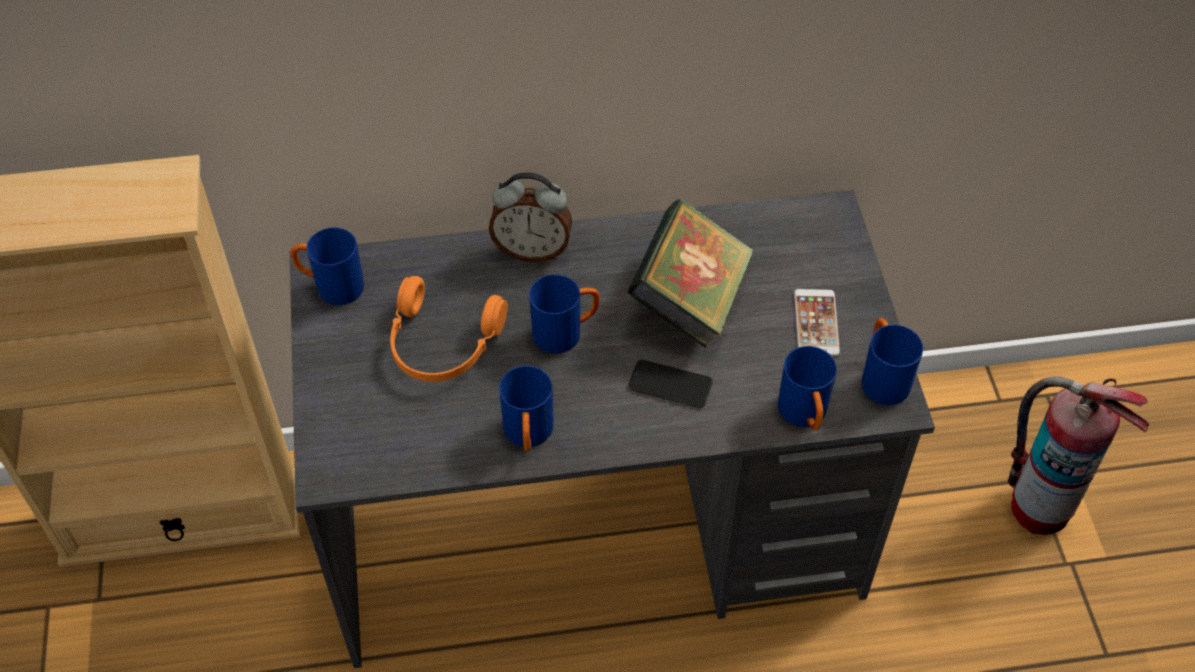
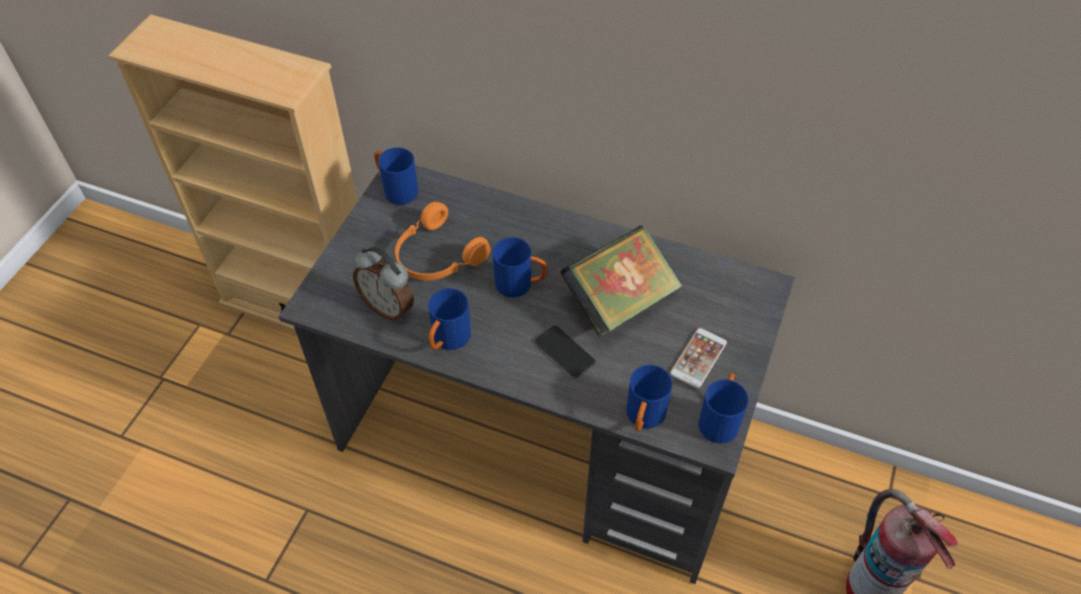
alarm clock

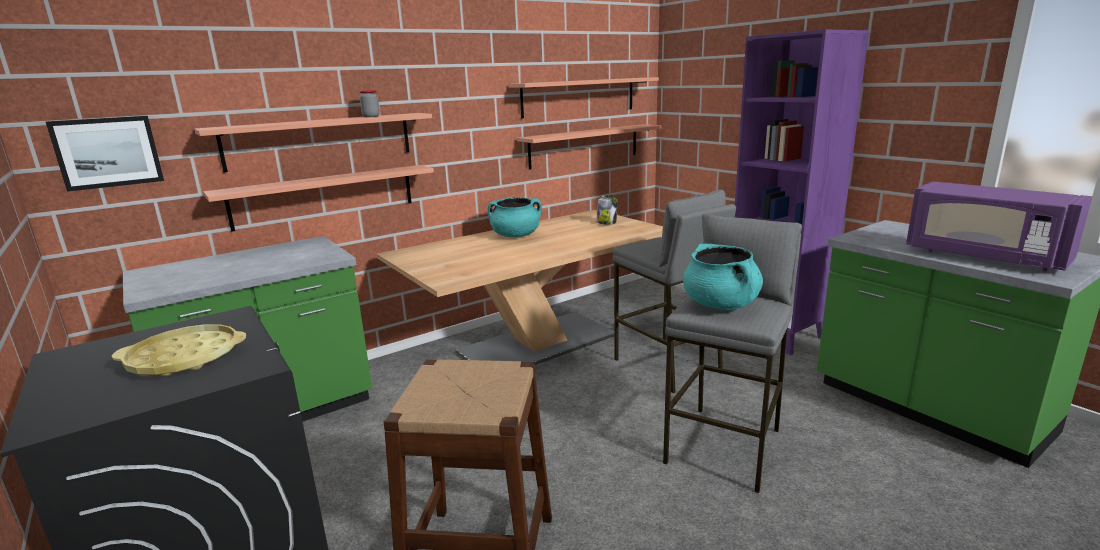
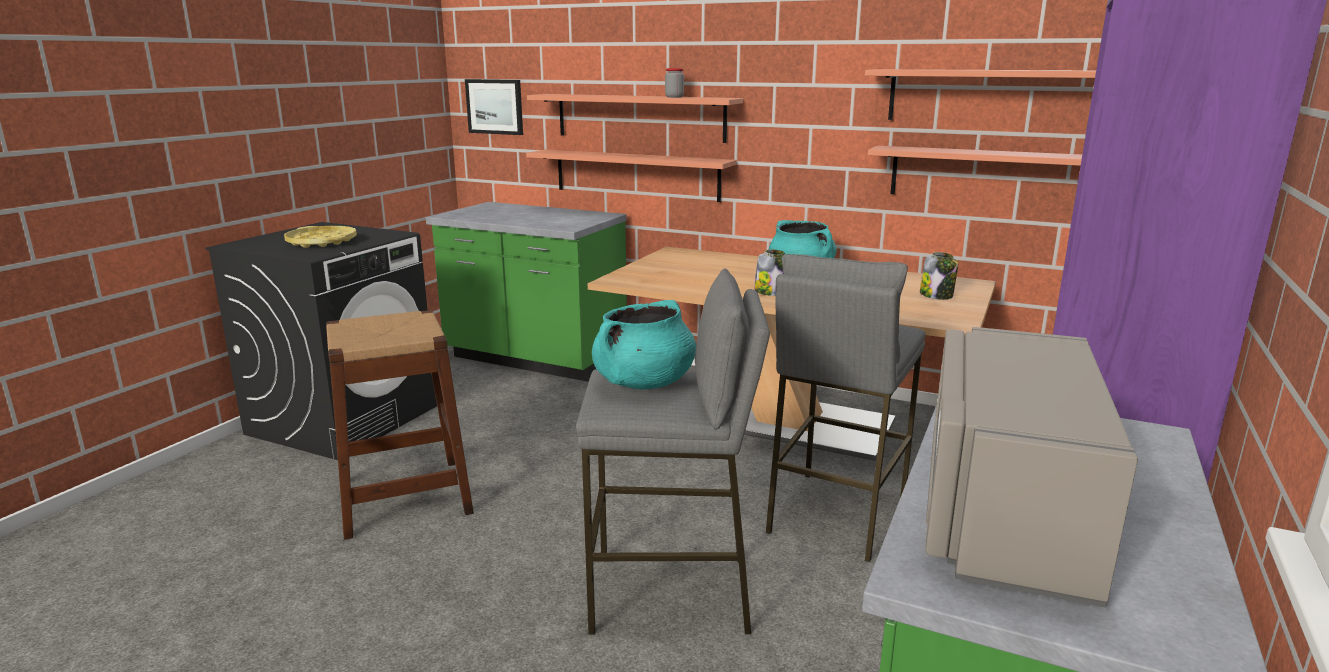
storage jar (no. 2 from left)
gray microwave oven

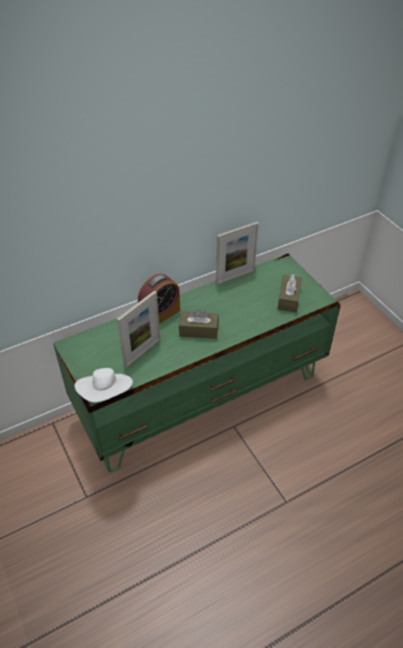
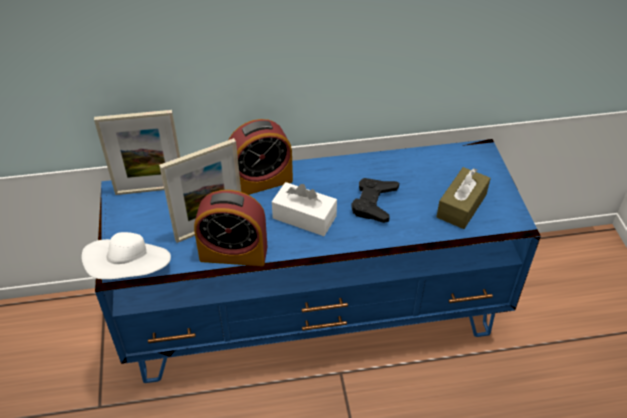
alarm clock (no. 1 from left)
black game controller
standing frame (no. 1 from left)
bluish tv unit
white-coloured tissue holder

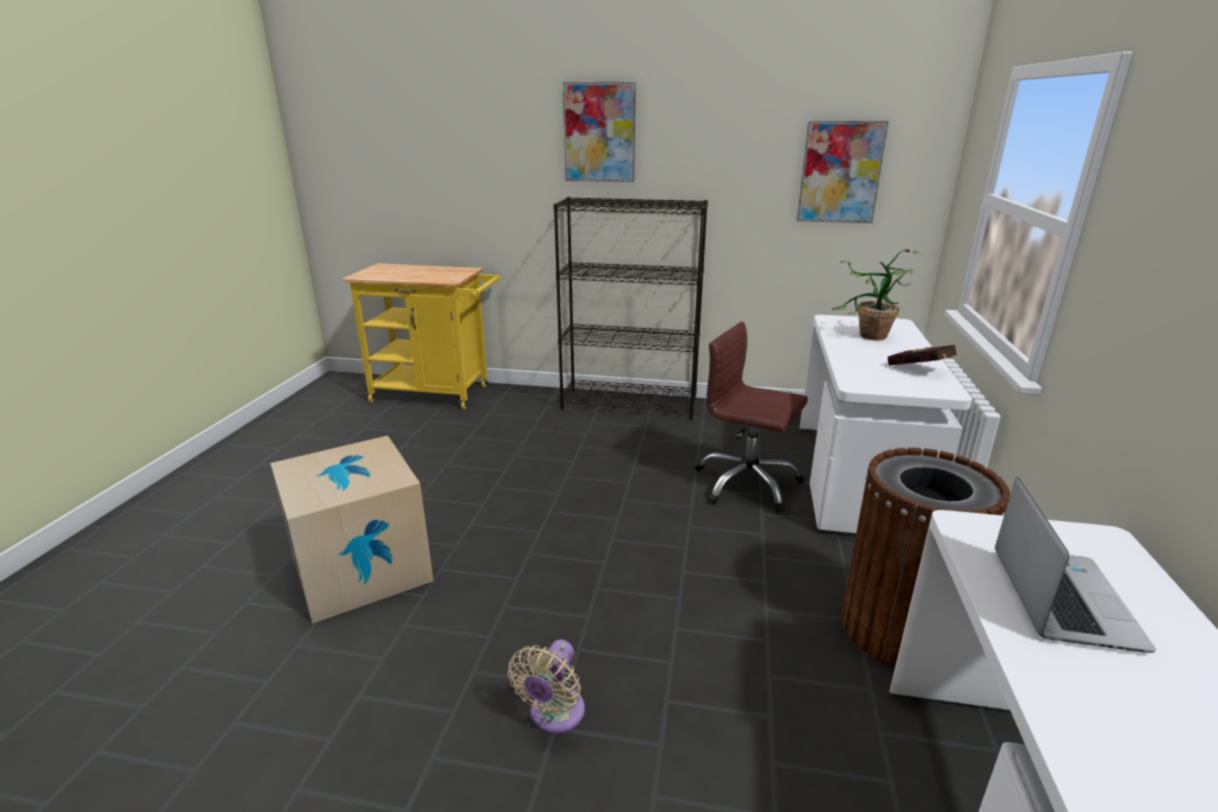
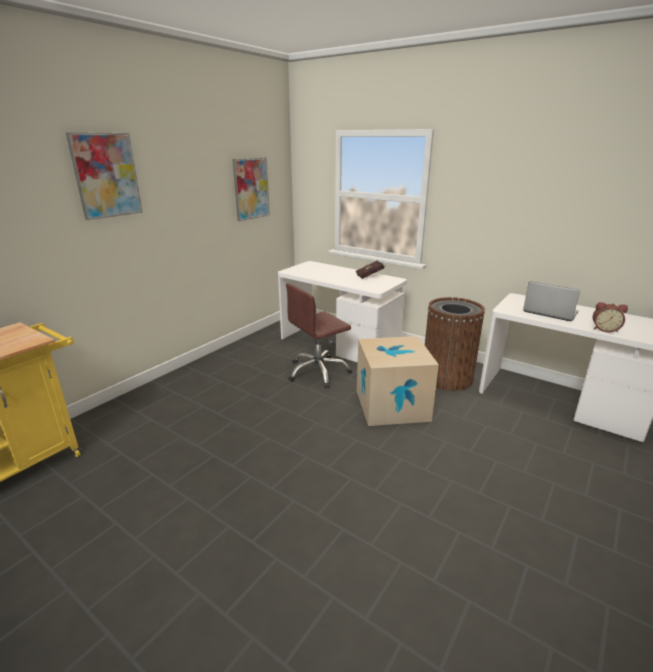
beige-coloured fan
black bookcase
houseplant
alarm clock
carton

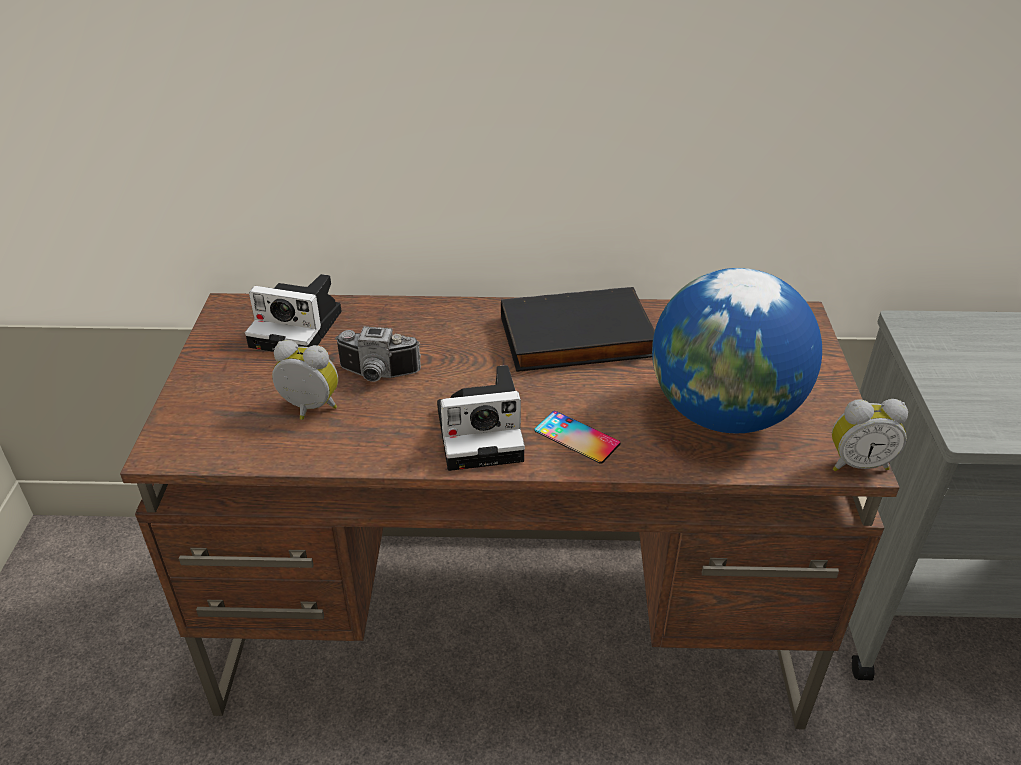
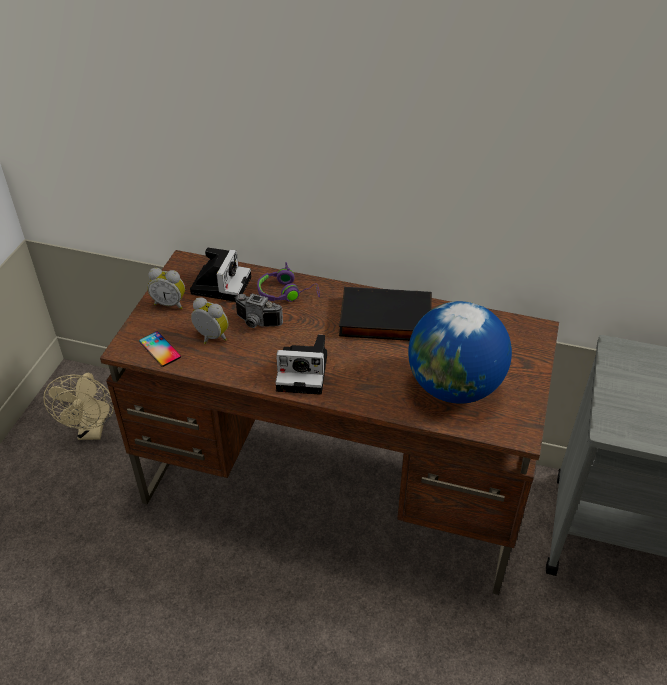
beige-coloured fan
purple-coloured pair of headphones
handset
alarm clock (no. 1 from left)
photo camera (no. 1 from left)

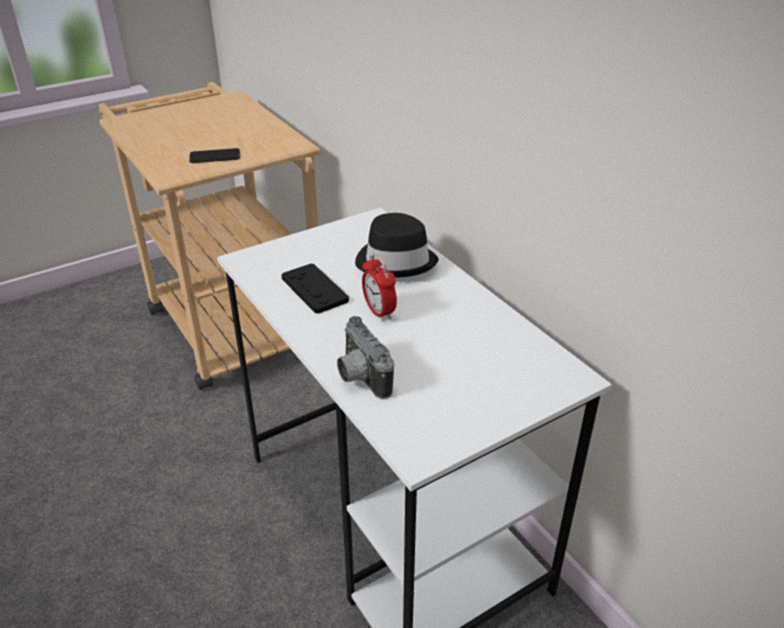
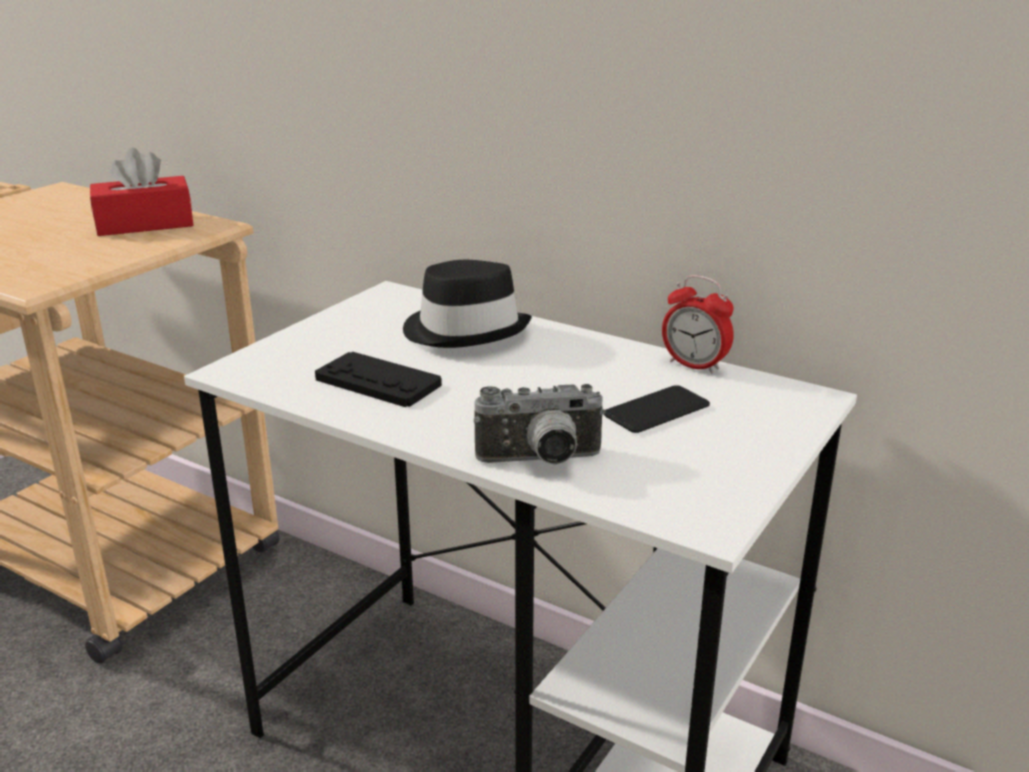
red-coloured tissue holder
handset
alarm clock
photo camera

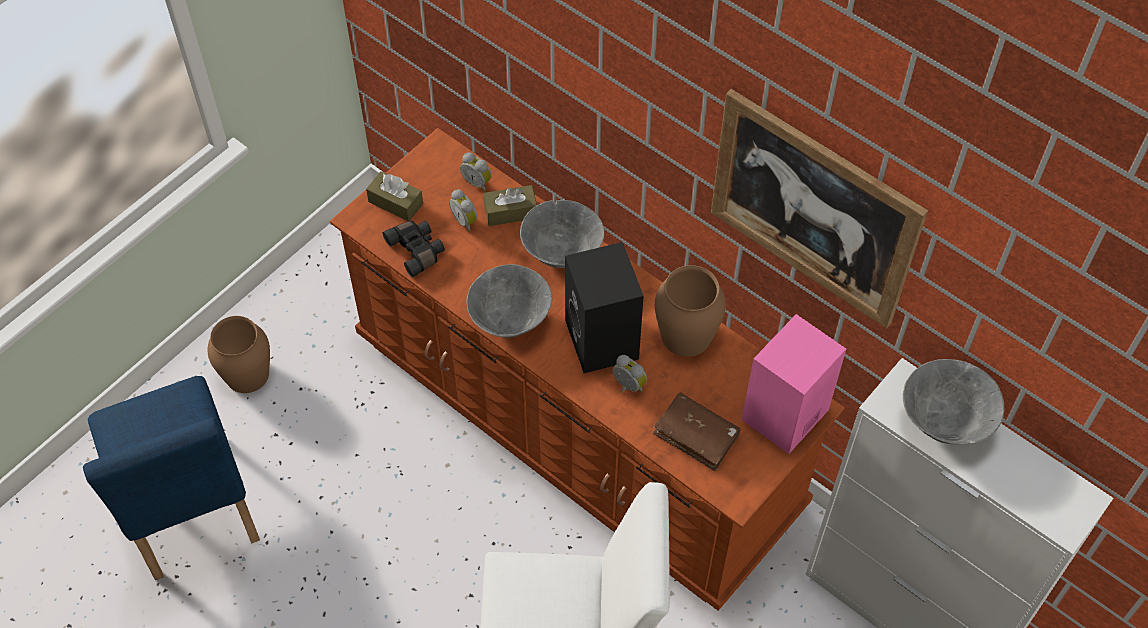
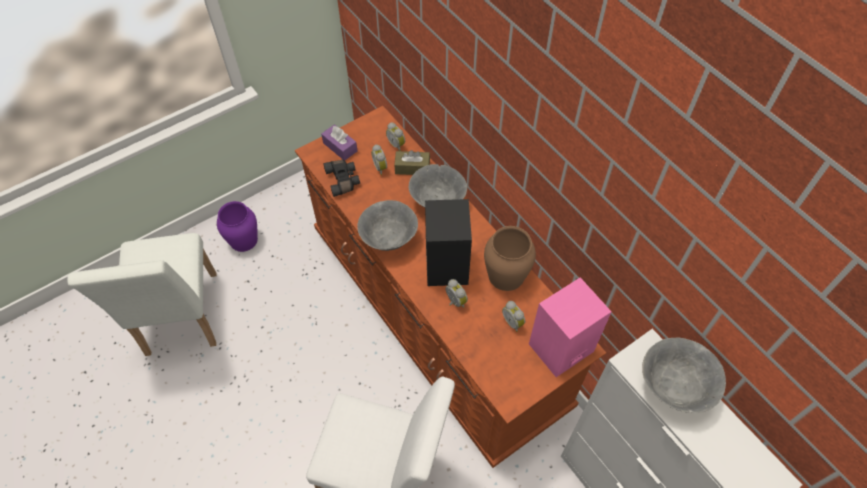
brown-coloured bound book
wall art
alarm clock (no. 4 from left)
white-coloured chair (no. 1 from left)
purple-coloured decorative vase
purple-coloured tissue holder

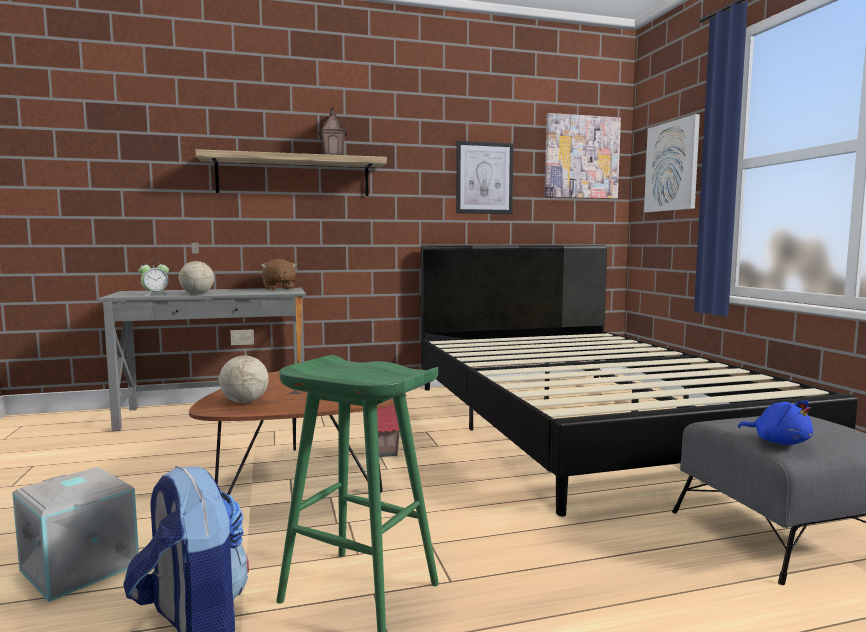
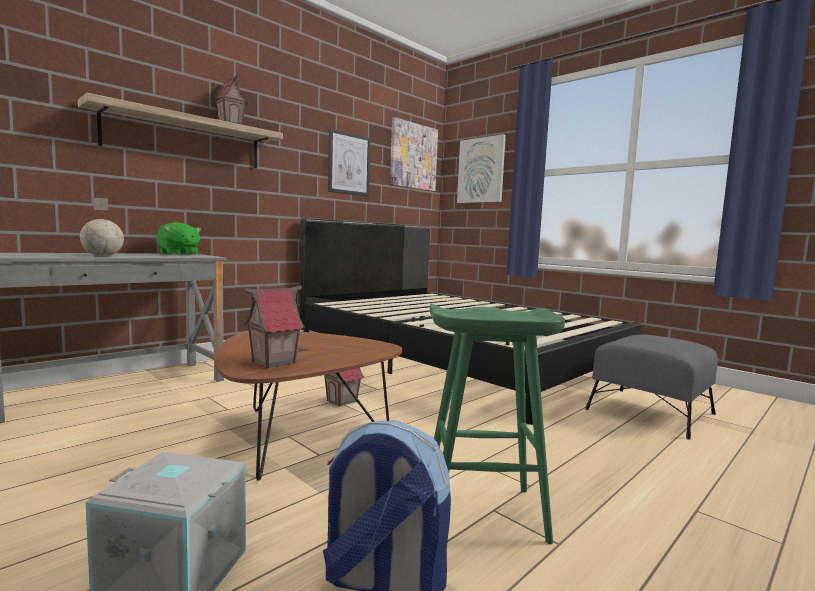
alarm clock
bluish plush toy
model house (no. 2 from left)
green-coloured plush toy

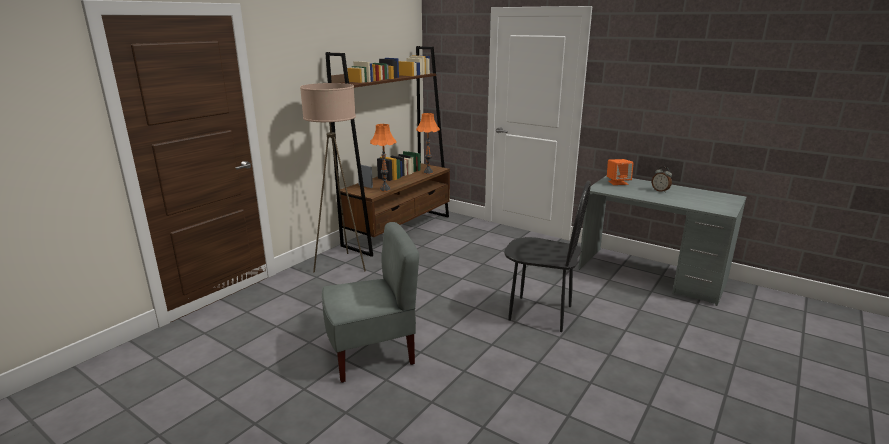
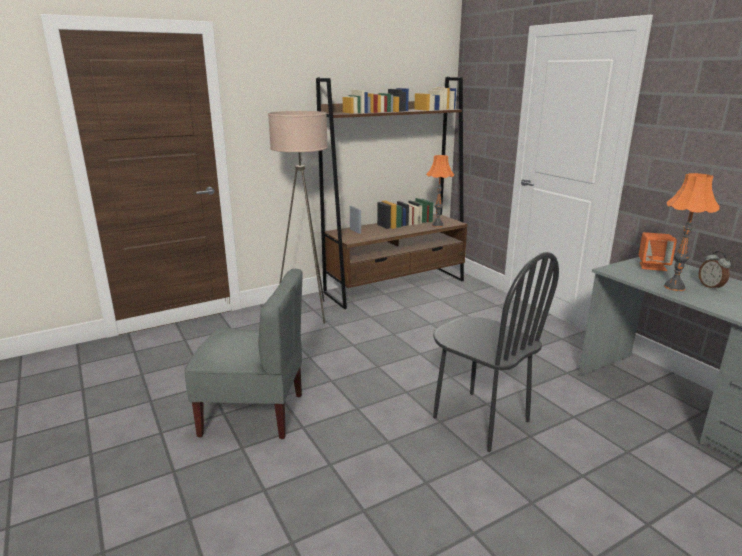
orange-coloured tabletop lamp (no. 2 from left)

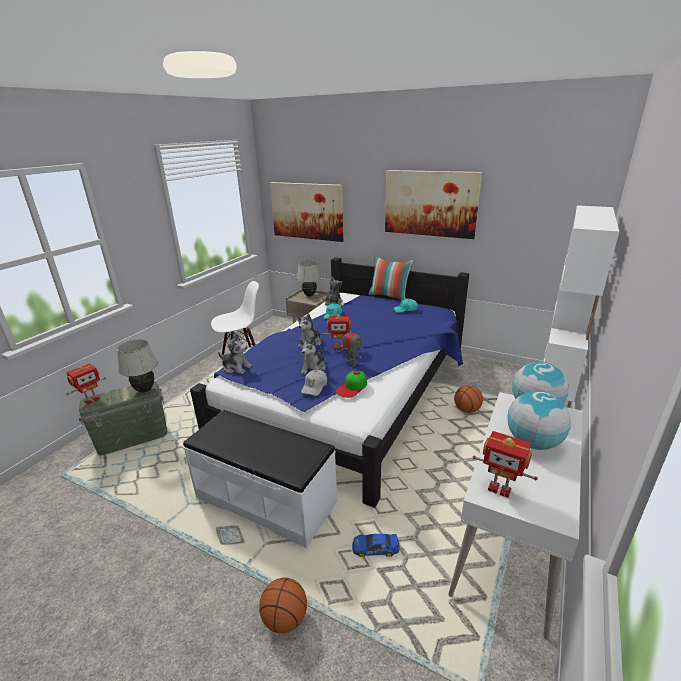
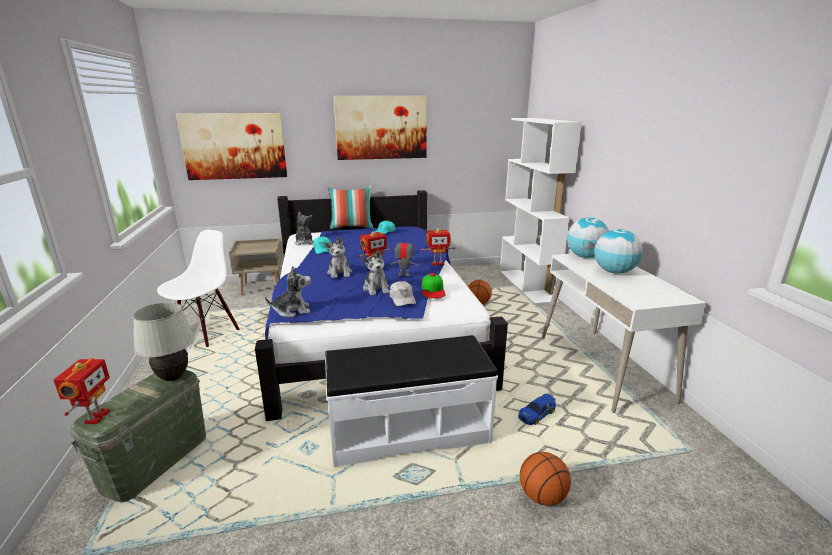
white-coloured tabletop lamp (no. 2 from left in the first image)
robot figure (no. 4 from left)

